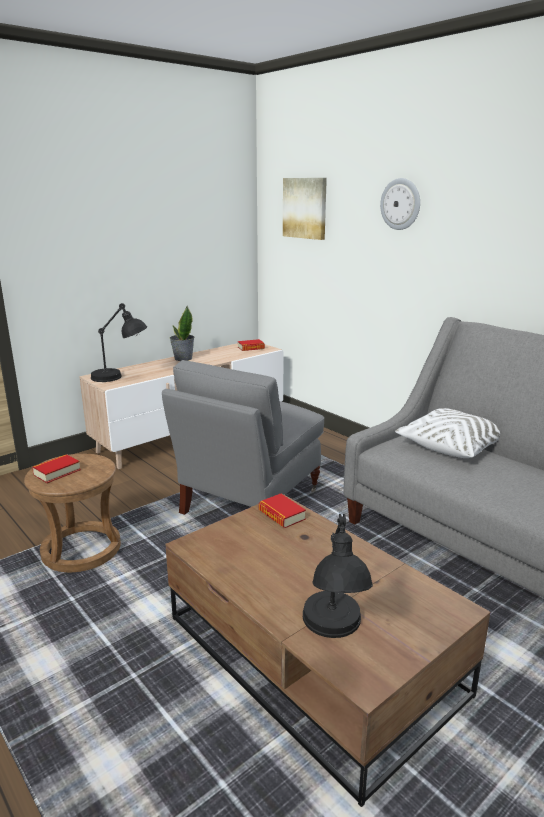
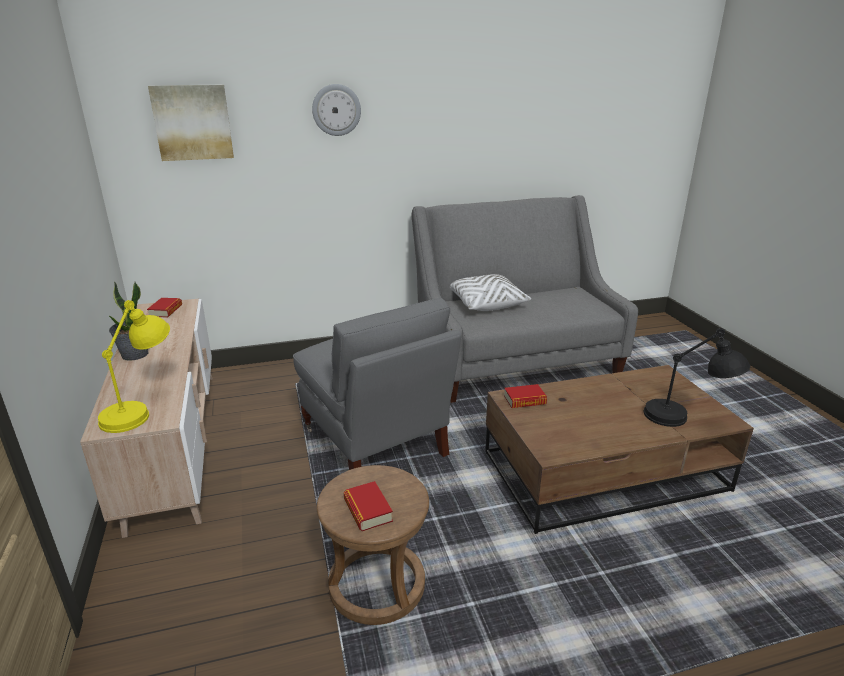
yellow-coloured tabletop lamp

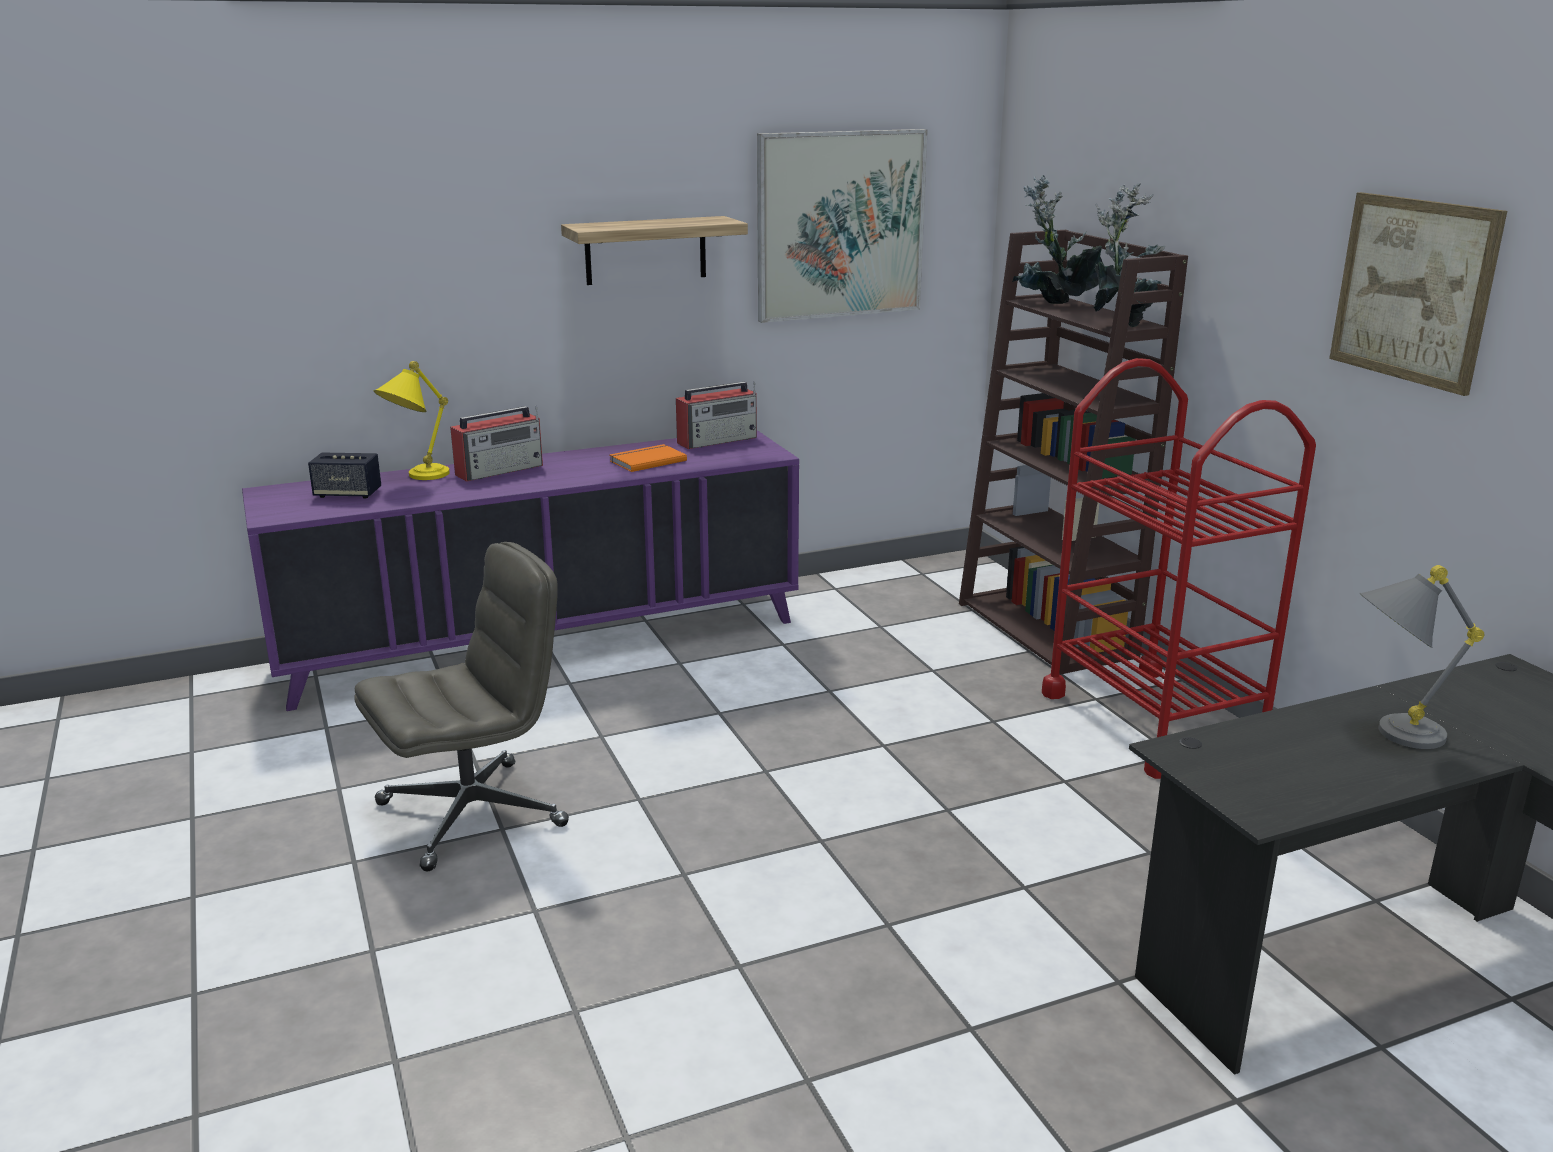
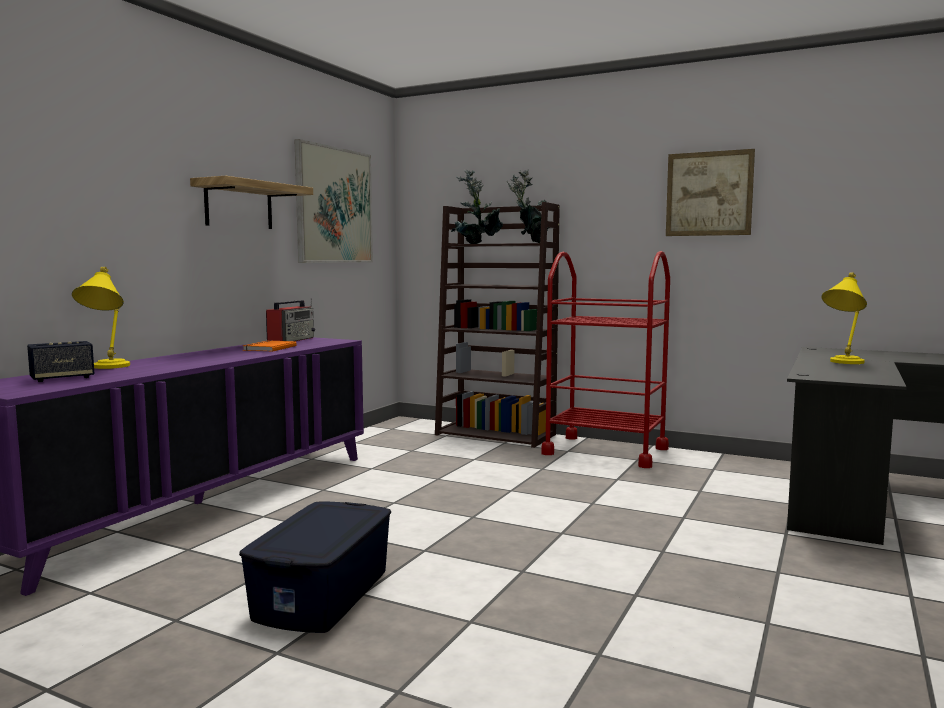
radio receiver (no. 1 from left in the first image)
bluish storage bin
yellow-coloured tabletop lamp (no. 2 from left)

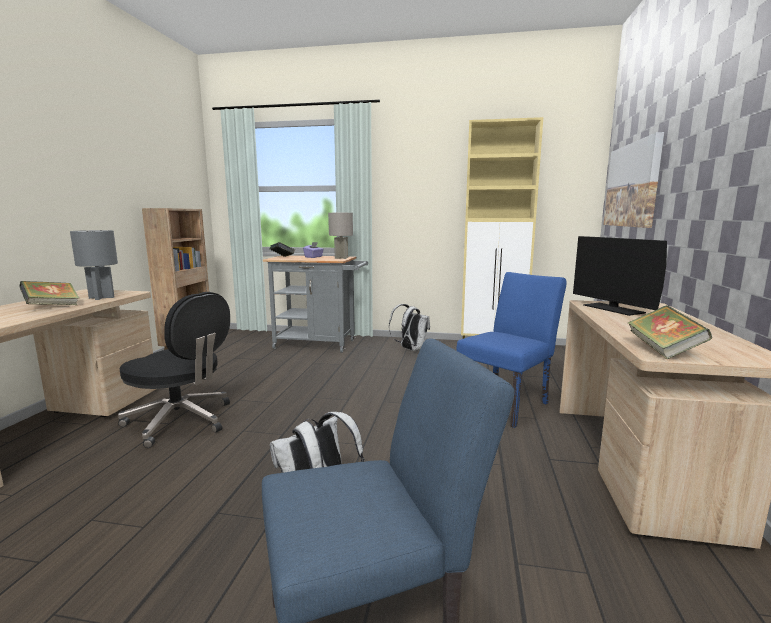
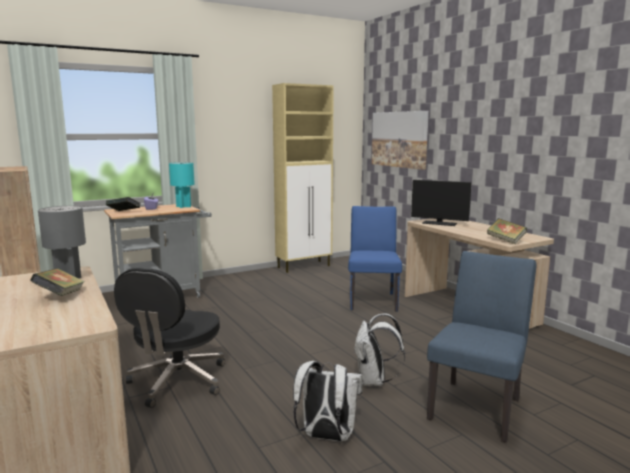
white-coloured rucksack (no. 1 from left)
turquoise-coloured tabletop lamp
black computer chair

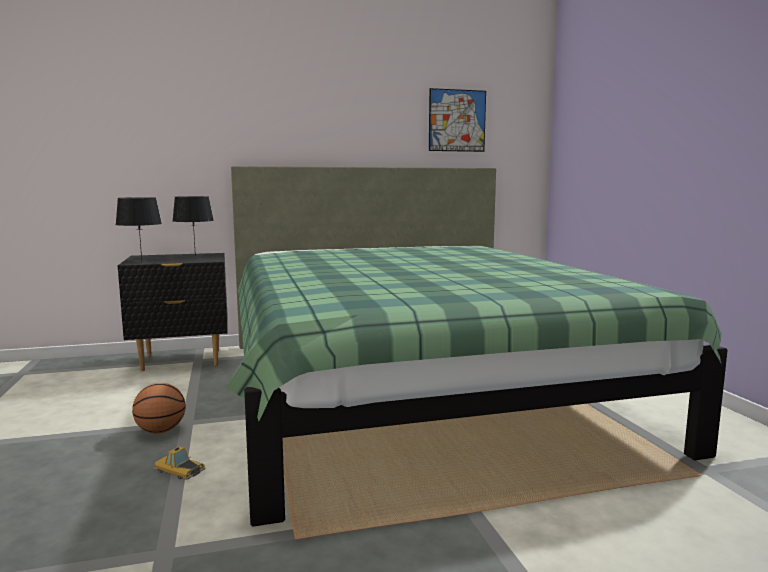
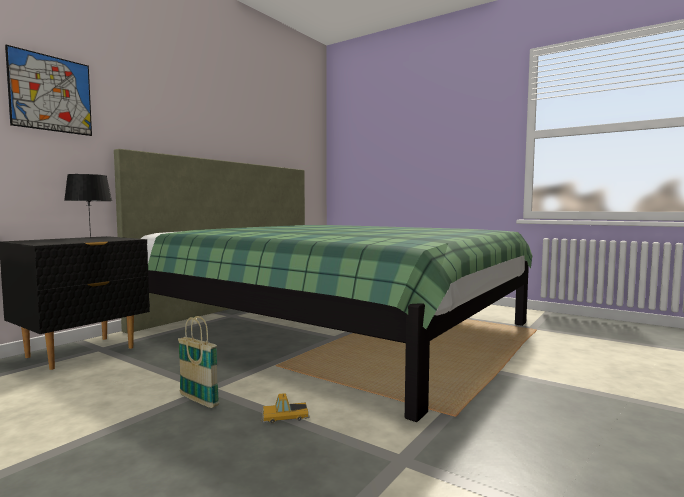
black tabletop lamp (no. 1 from left in the first image)
wall art
basket

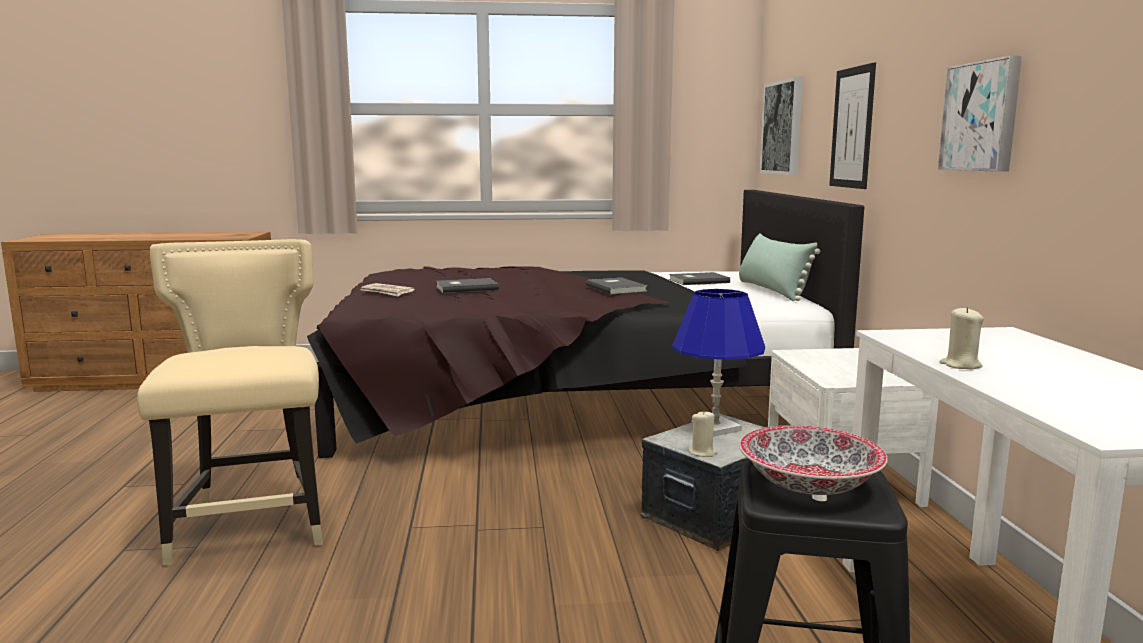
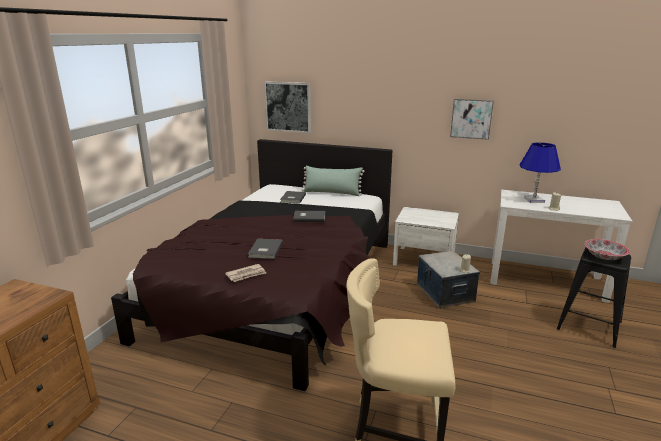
wall art (no. 2 from left in the first image)
bluish tabletop lamp

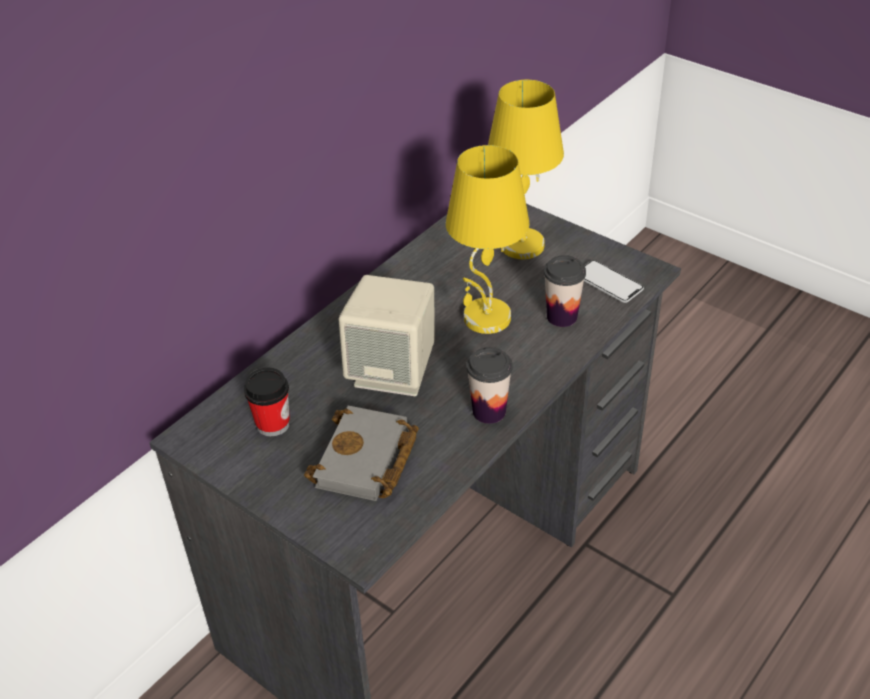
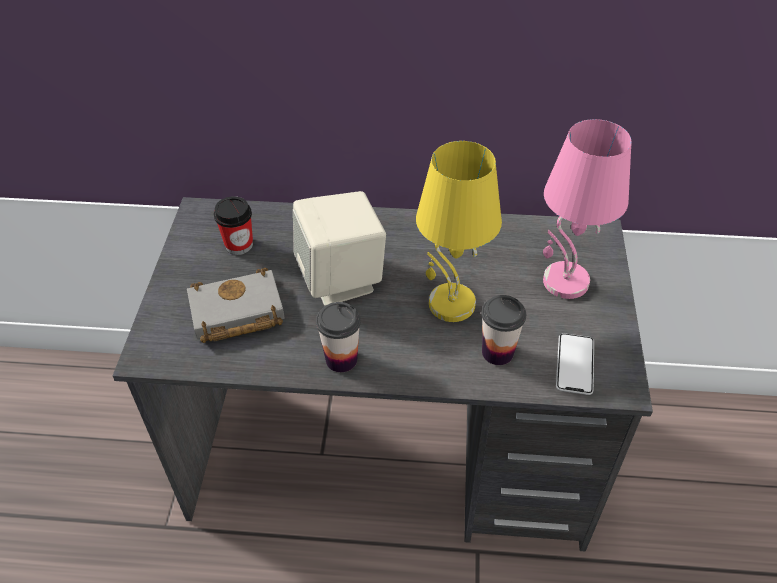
pink-coloured tabletop lamp

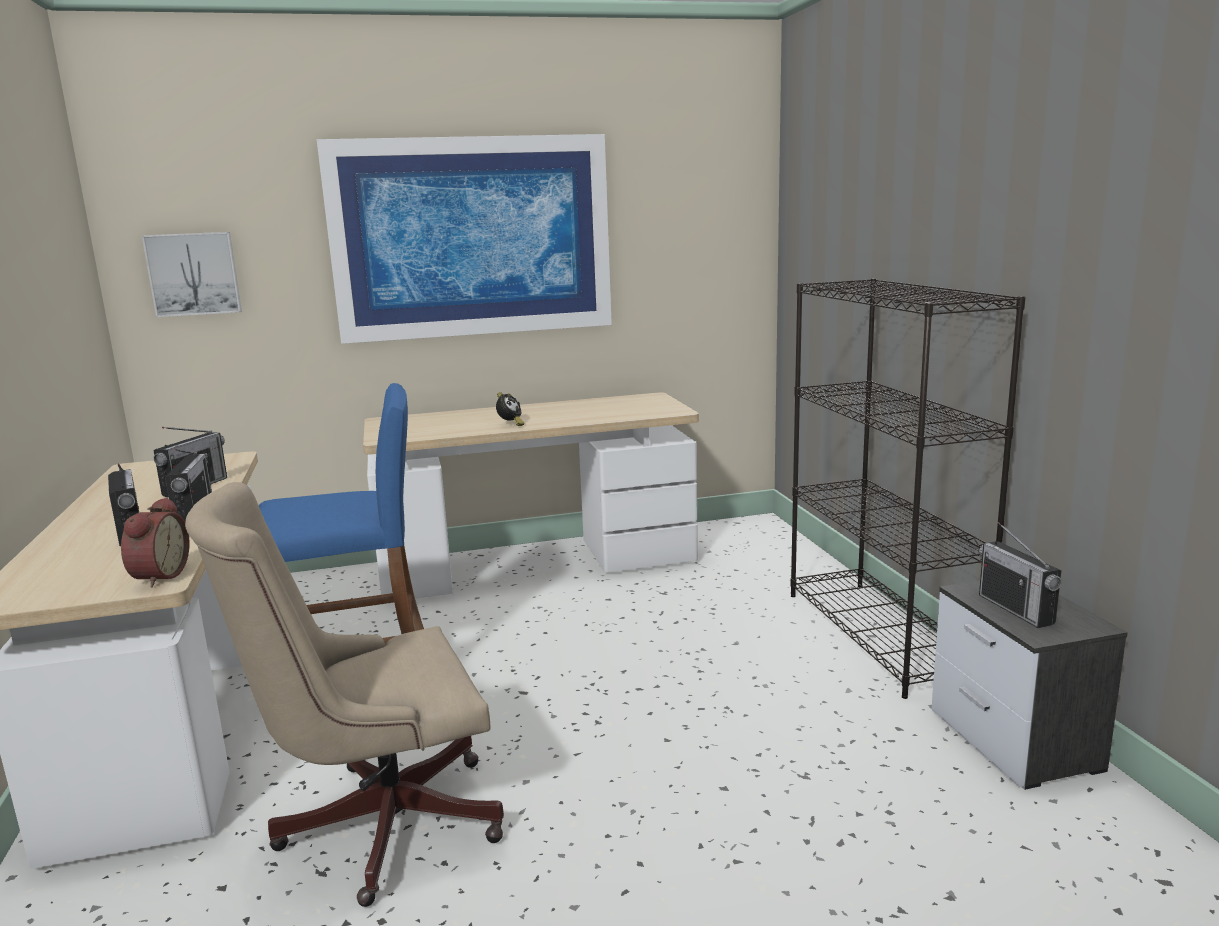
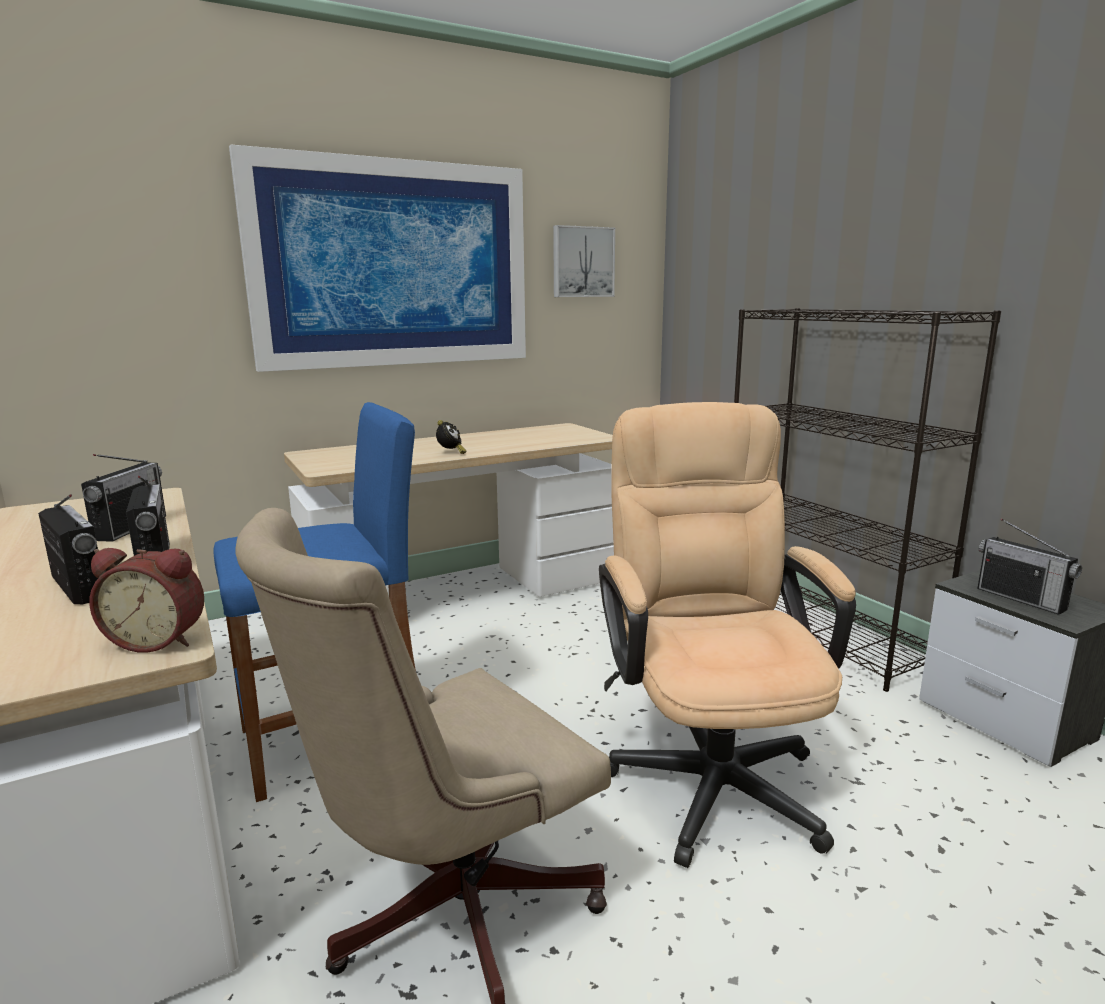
beige-coloured computer chair (no. 2 from left)
wall art (no. 2 from left)
alarm clock (no. 1 from left)

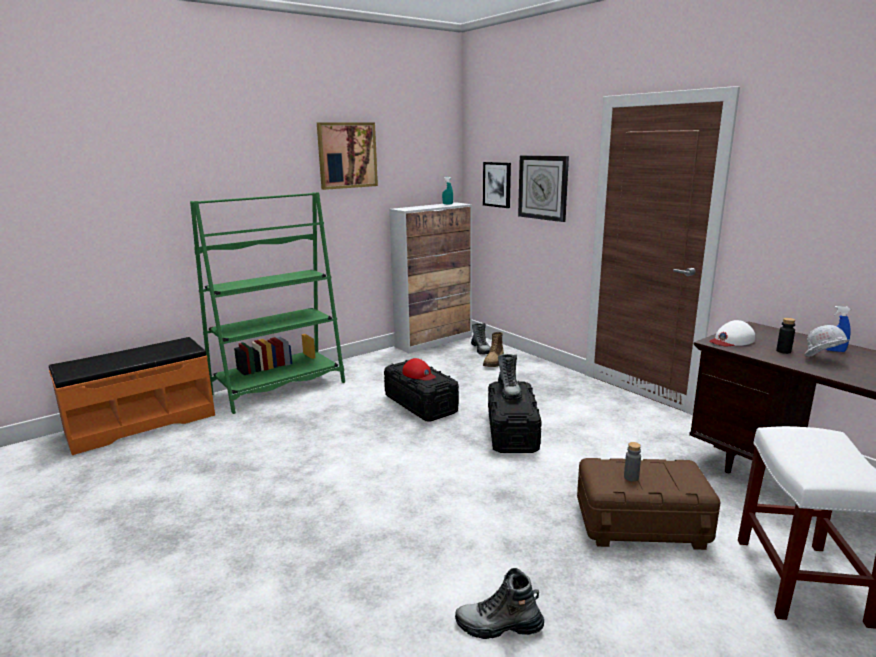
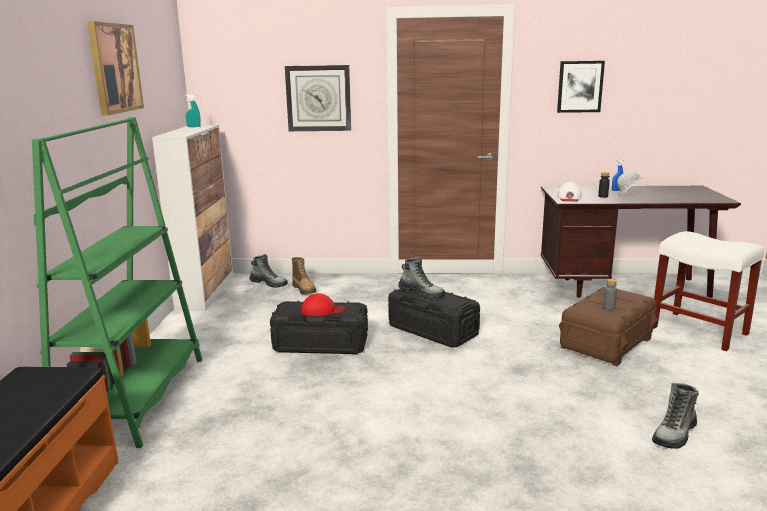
wall art (no. 2 from left)

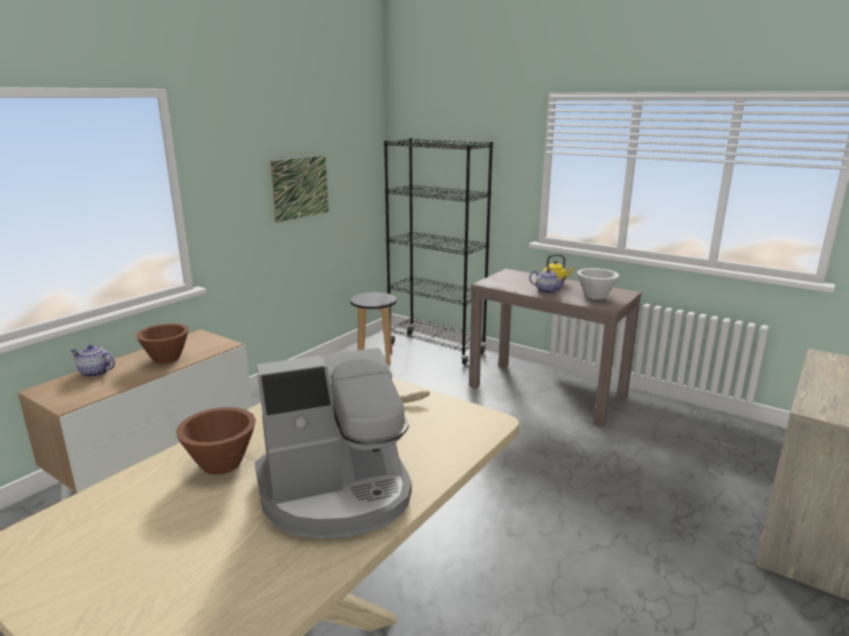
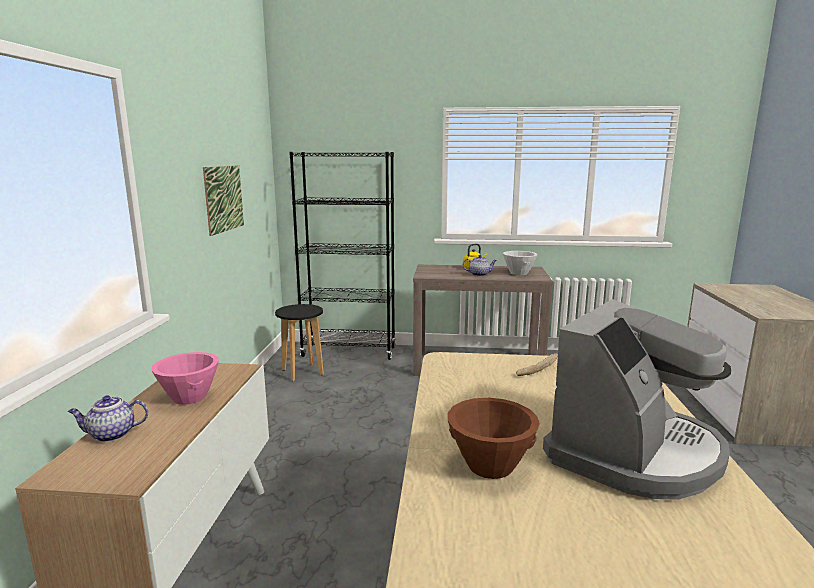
pink-coloured serving bowl

